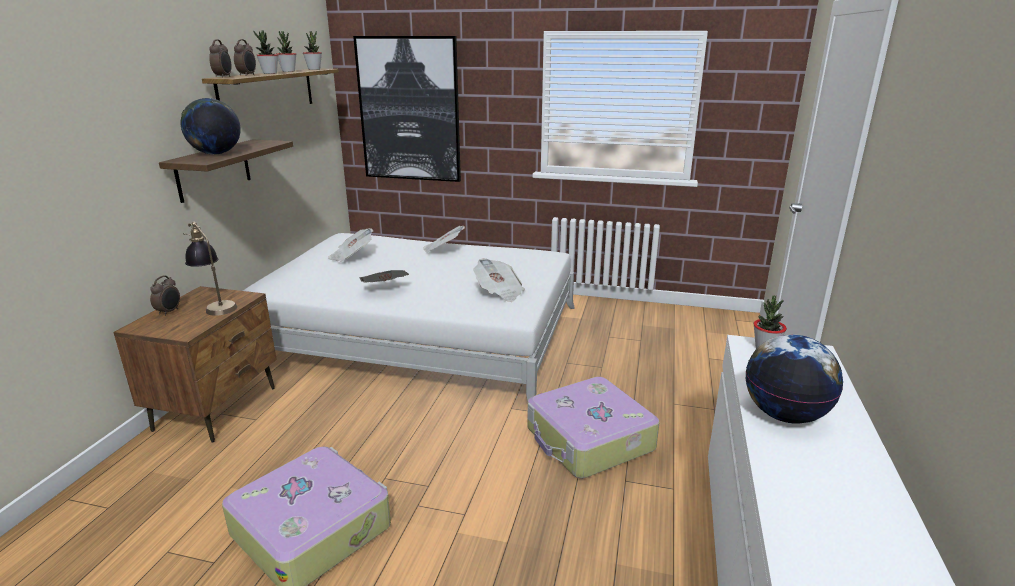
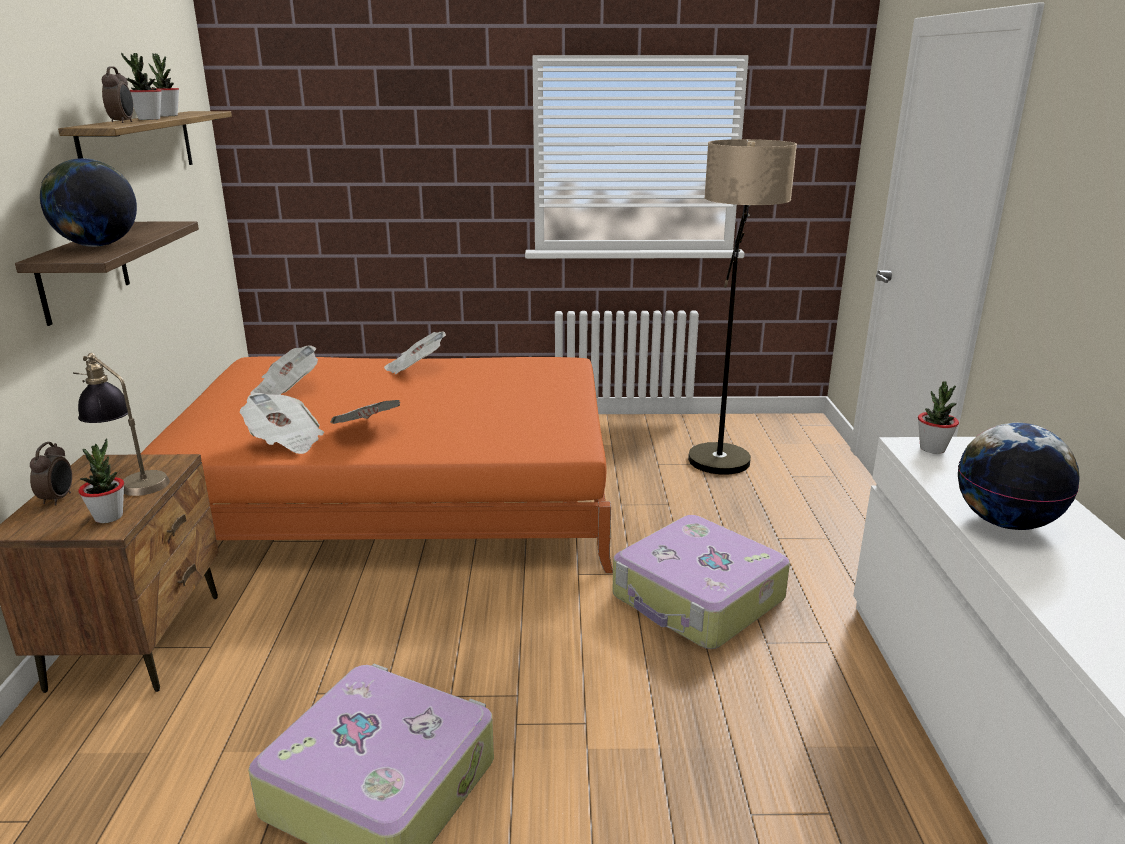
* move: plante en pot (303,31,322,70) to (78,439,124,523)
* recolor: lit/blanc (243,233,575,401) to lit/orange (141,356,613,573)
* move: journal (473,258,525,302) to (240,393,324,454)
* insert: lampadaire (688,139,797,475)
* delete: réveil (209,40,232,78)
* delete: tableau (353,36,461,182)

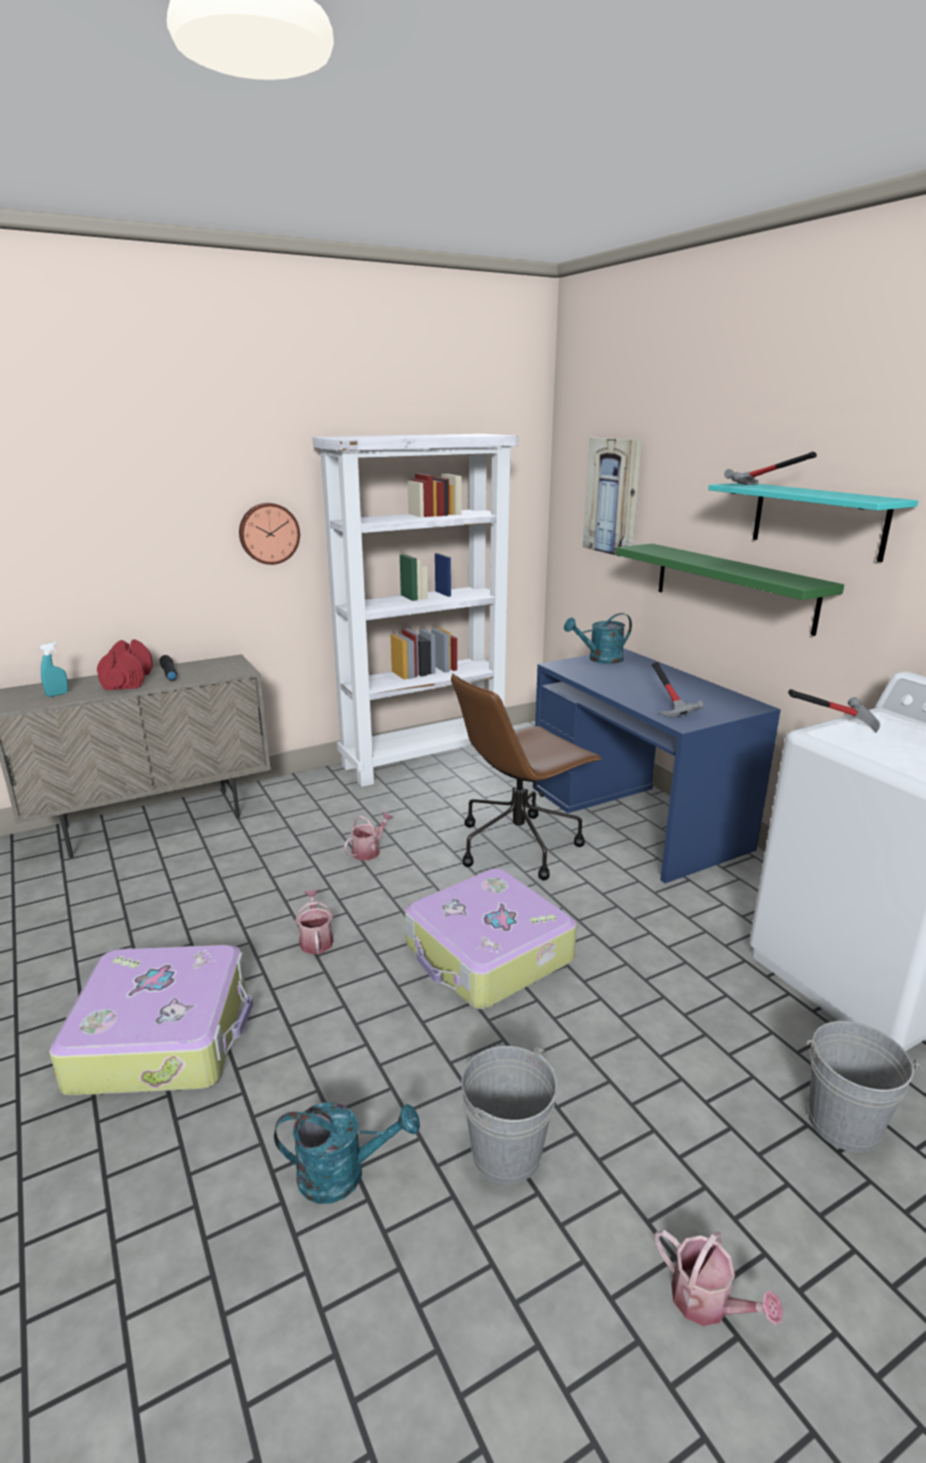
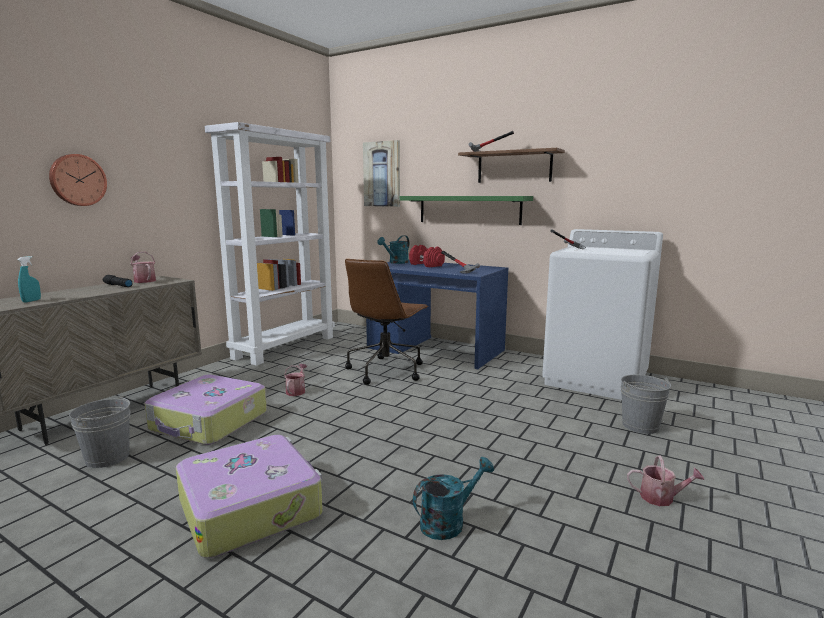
* move: horloge murale (239,503,300,565) to (49,154,107,206)
* move: seau/gris (462,1046,557,1184) to (69,395,130,468)
* move: arrosoir (295,889,334,954) to (131,252,156,283)
* move: valise (405,868,577,1009) to (144,374,267,445)
* move: haltère/rouge (97,639,153,690) to (409,245,445,267)
* recolor: étagère/turquoise (708,483,918,562) to étagère/marron (458,148,565,183)

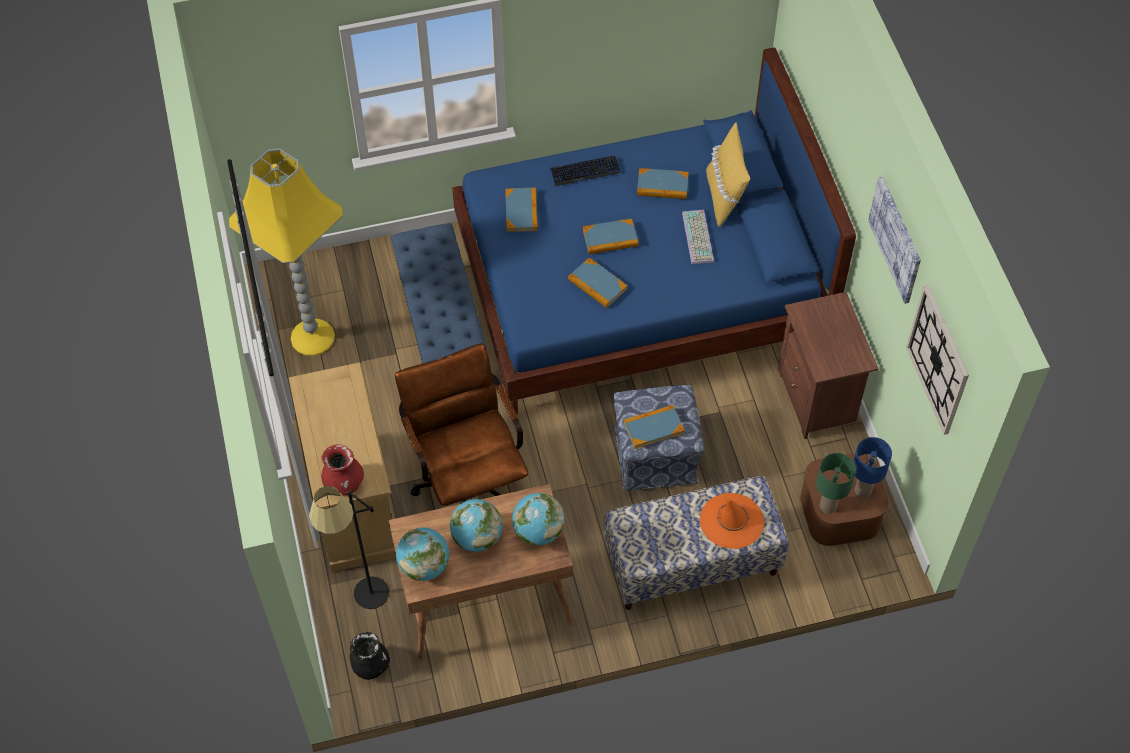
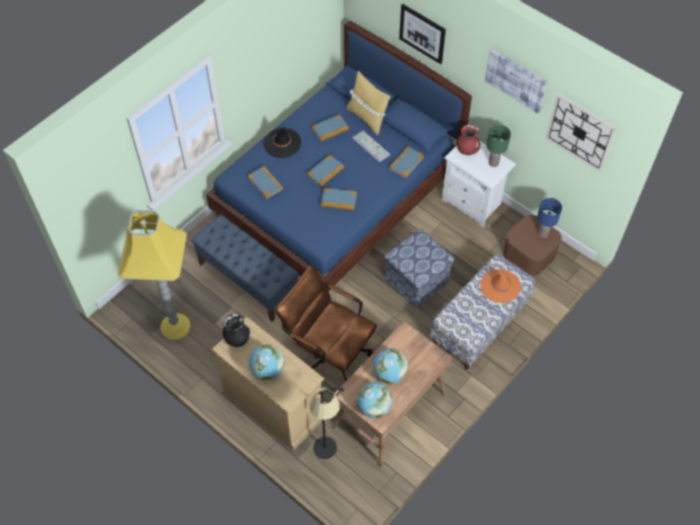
* move: vase/noir (350,632,390,680) to (223,314,250,347)
* move: globe (512,493,565,545) to (249,344,284,380)
* replace: clavier (550,156,620,186) to chapeau/noir (264,127,301,158)
* move: livre (623,405,684,449) to (389,146,424,178)
* insert: tableau (399,3,446,64)
* recolor: table de chevet/marron (778,292,879,439) to table de chevet/blanc (442,141,516,227)
* move: vase/rouge (321,444,364,495) to (457,124,480,155)
* move: lampe de table/vert (816,453,856,513) to (486,125,511,167)

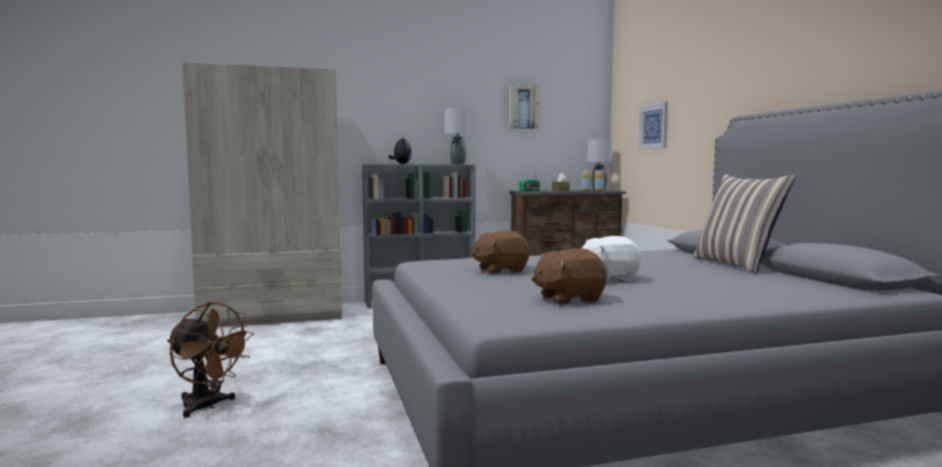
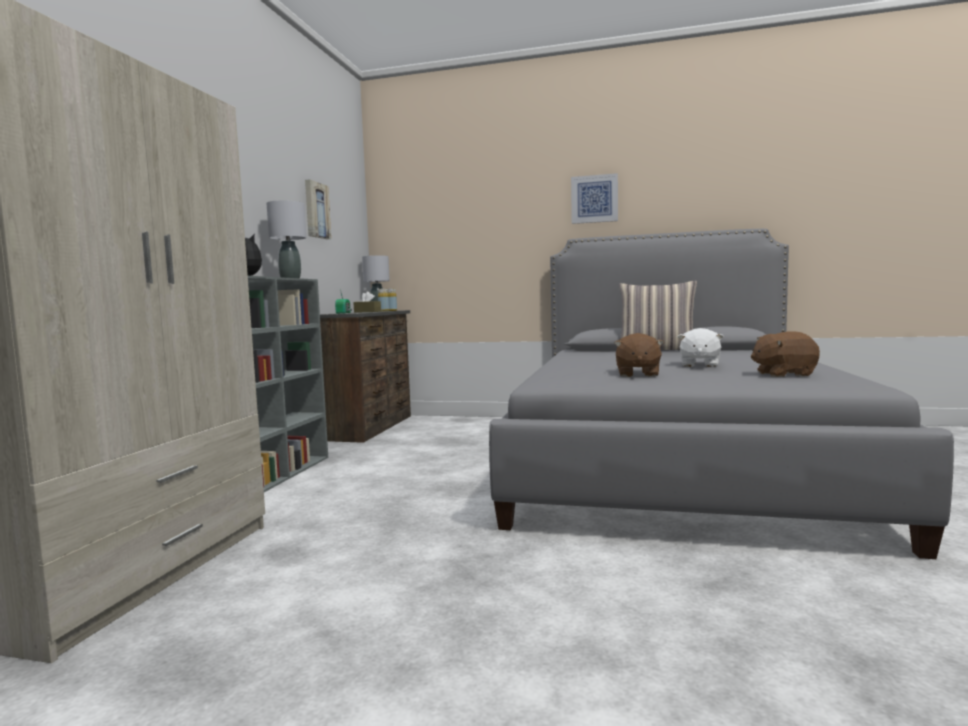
* move: tableau (638,102,668,149) to (571,173,618,224)
* rotate: peluche/marron (531,248,607,305) = (751,331,820,377) 75 degrees clockwise
* delete: ventilateur/marron (167,302,254,418)

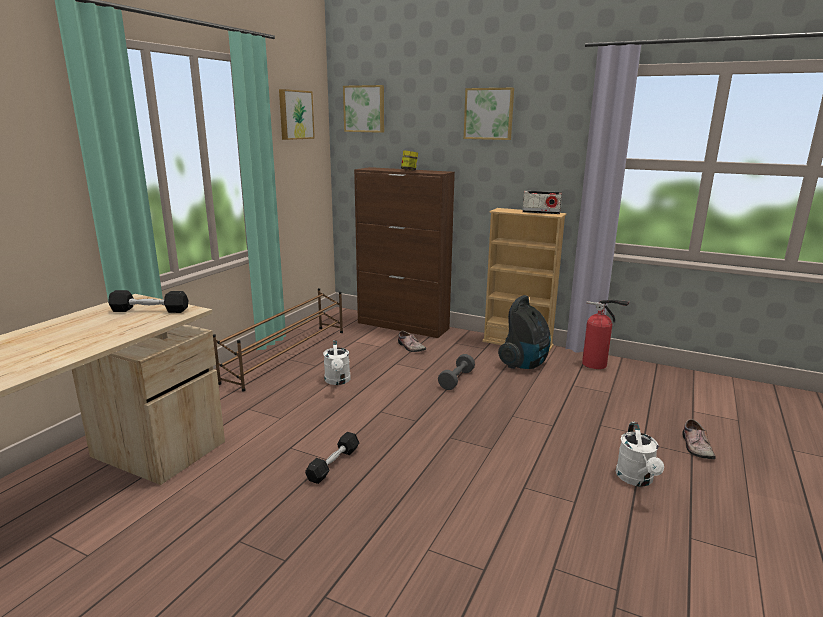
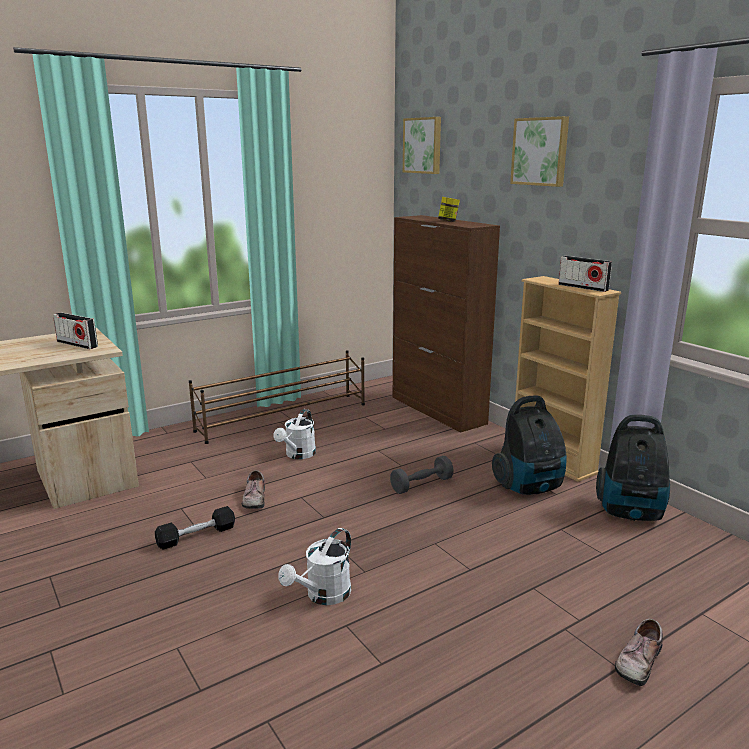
* replace: haltère/noir (108,290,188,313) to radio (53,312,98,349)
* move: chaussure (398,331,426,352) to (242,470,265,509)
* move: arrosoir/blanc (616,422,664,486) to (278,528,351,605)
* replace: extincteur (582,300,629,369) to aspirateur (596,415,670,521)
* delete: tableau (279,89,315,140)

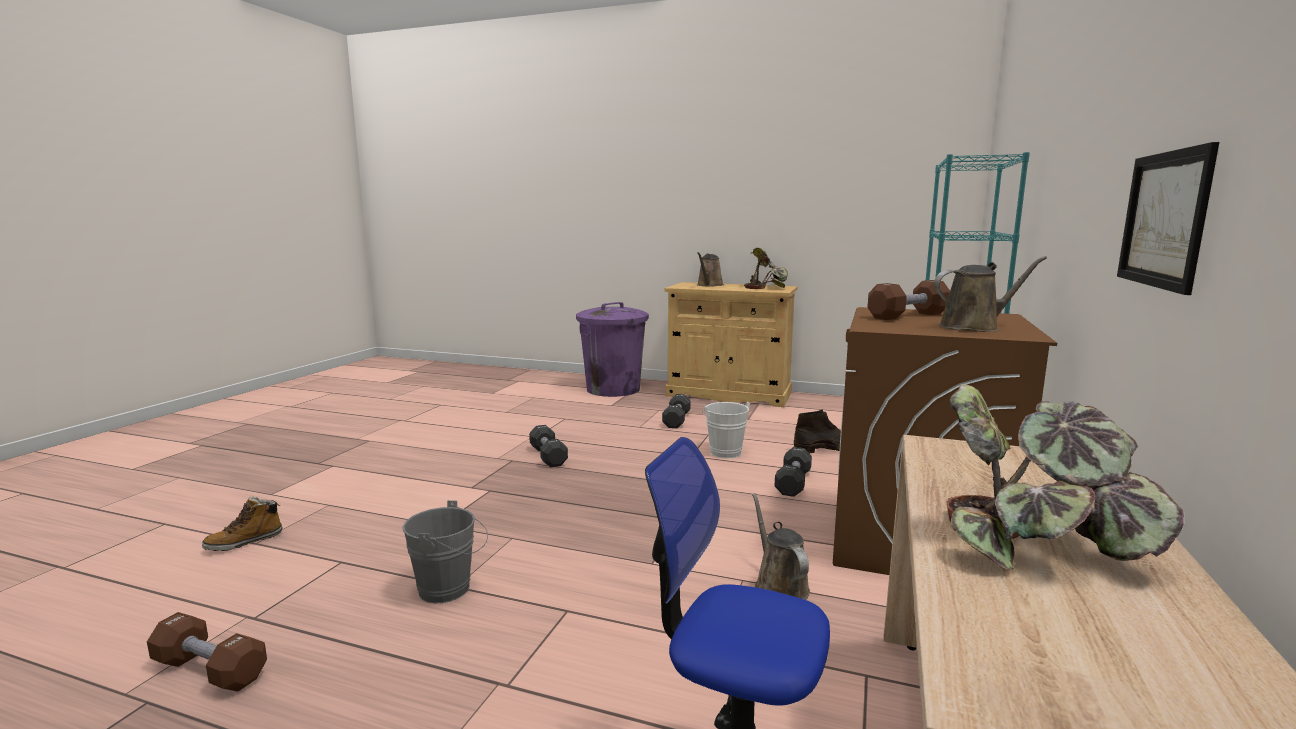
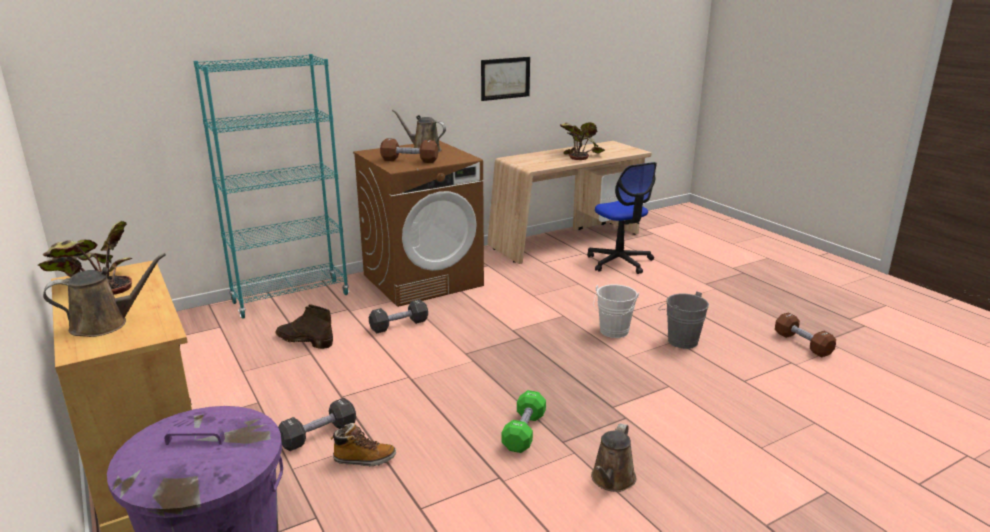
* move: botte (202,496,282,551) to (331,423,396,466)
* recolor: haltère/noir (529,425,568,467) to haltère/vert (501,390,546,453)
* move: arrosoir/marron (752,493,810,600) to (591,423,636,492)
* move: seau/blanc (702,402,750,458) to (594,284,639,338)

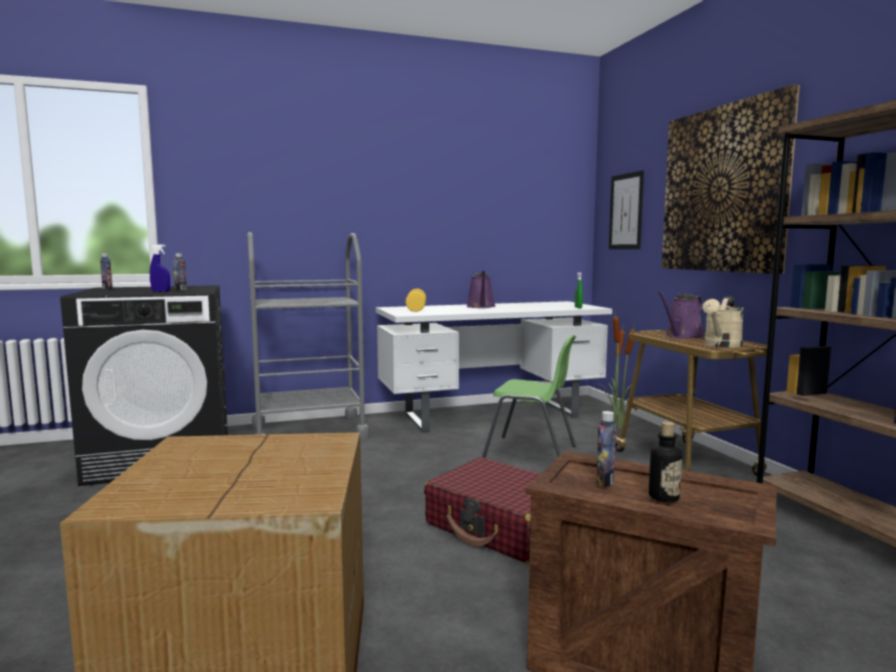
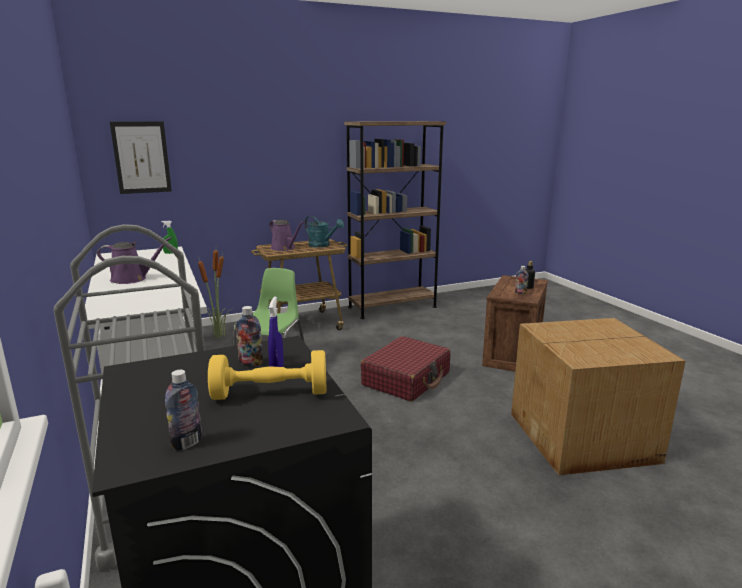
* move: haltère/jaune (406,289,426,312) to (208,350,326,400)
* recolor: arrosoir/beige (703,296,744,348) to arrosoir/turquoise (305,216,344,248)
* delete: tableau (662,84,800,274)

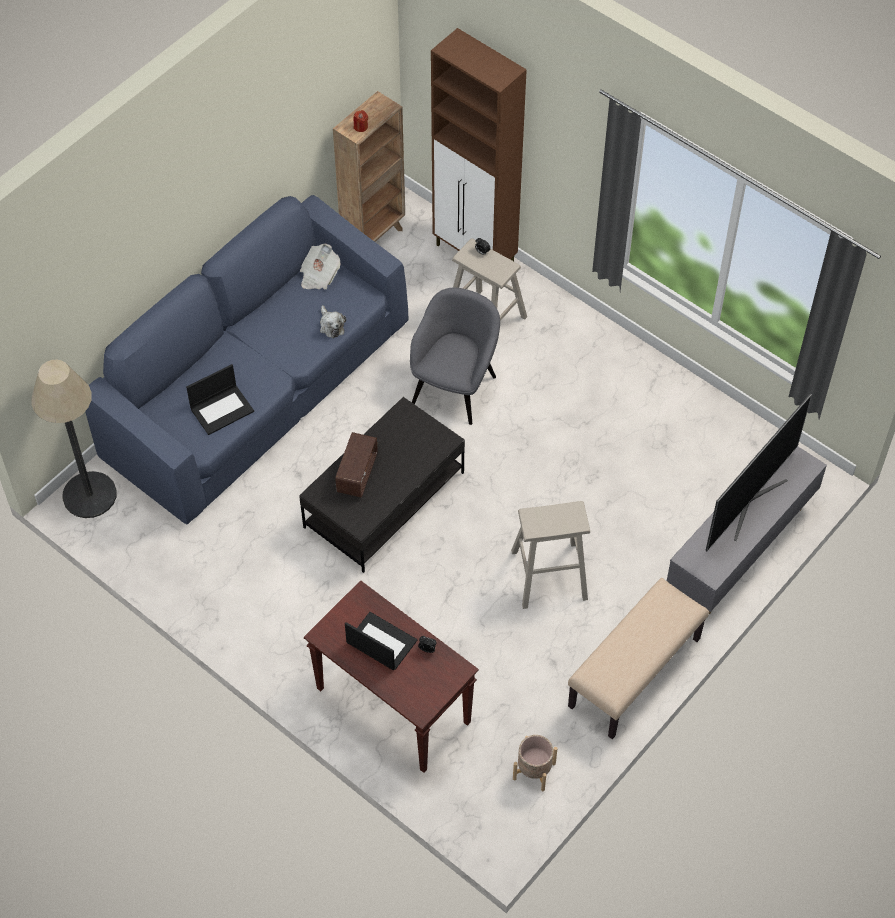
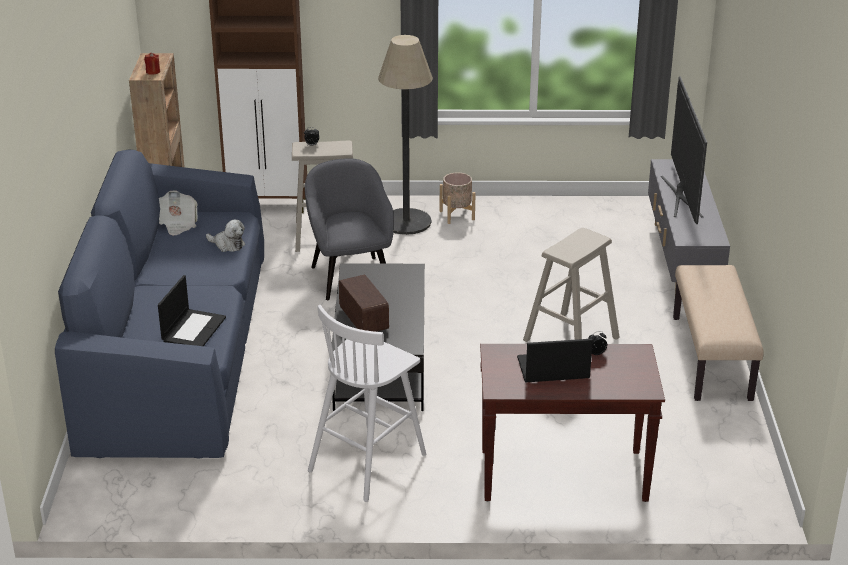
* insert: tabouret/blanc (308,305,426,502)
* move: lampadaire (31,360,117,518) to (378,35,433,235)
* move: cache-pot/beige (513,735,558,791) to (440,173,476,224)

